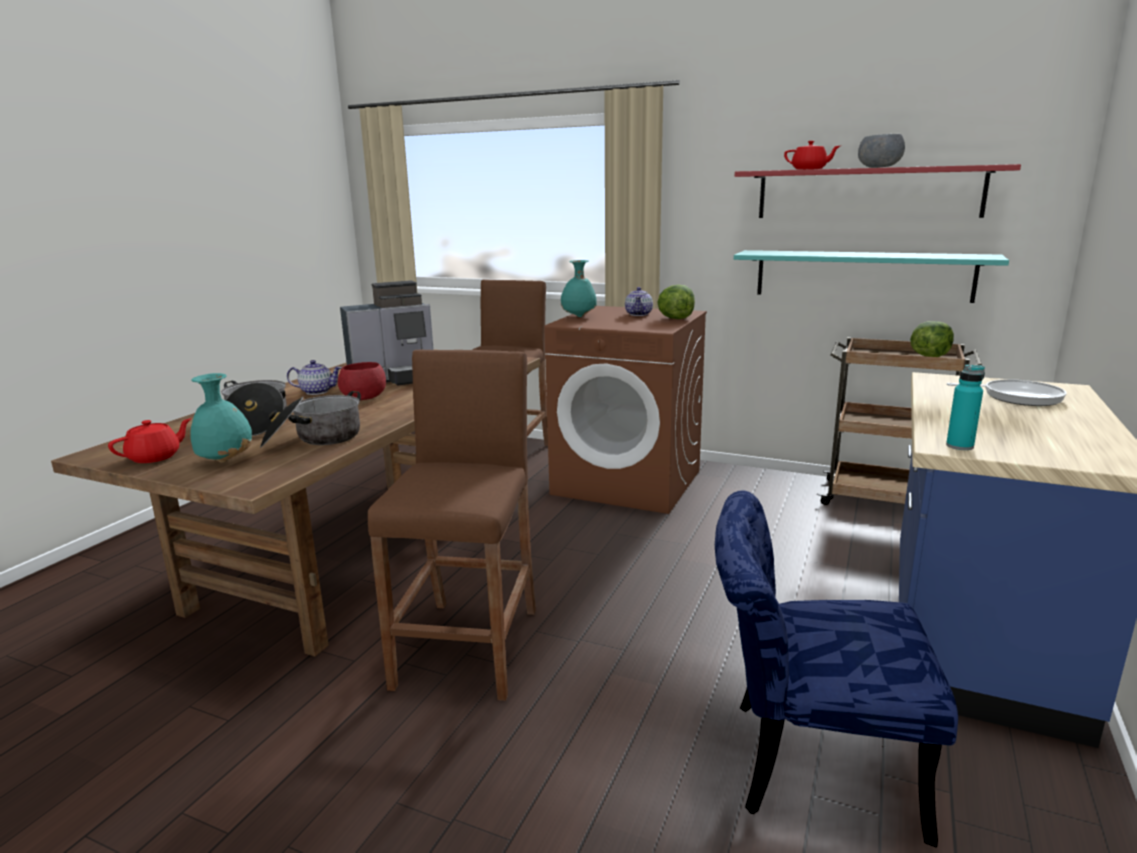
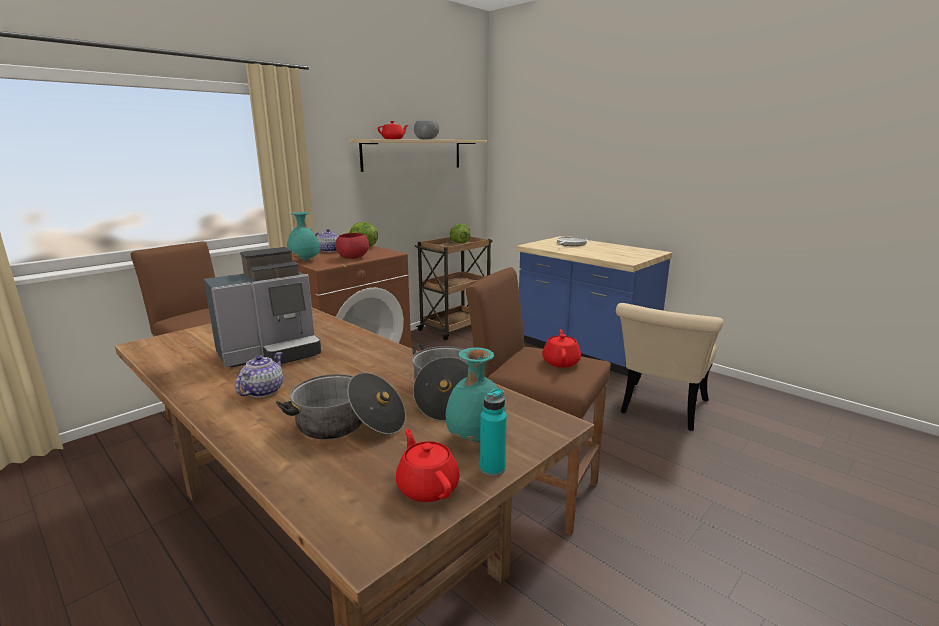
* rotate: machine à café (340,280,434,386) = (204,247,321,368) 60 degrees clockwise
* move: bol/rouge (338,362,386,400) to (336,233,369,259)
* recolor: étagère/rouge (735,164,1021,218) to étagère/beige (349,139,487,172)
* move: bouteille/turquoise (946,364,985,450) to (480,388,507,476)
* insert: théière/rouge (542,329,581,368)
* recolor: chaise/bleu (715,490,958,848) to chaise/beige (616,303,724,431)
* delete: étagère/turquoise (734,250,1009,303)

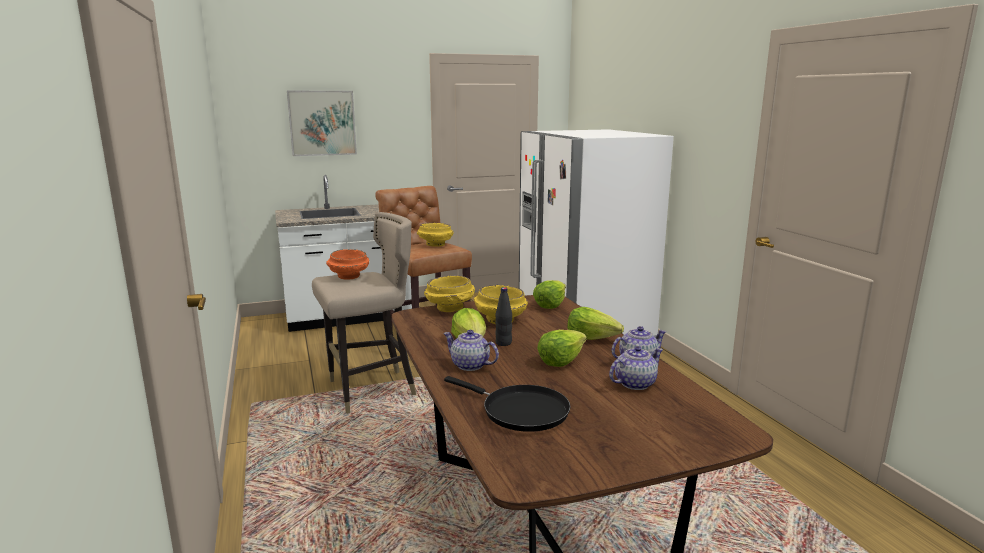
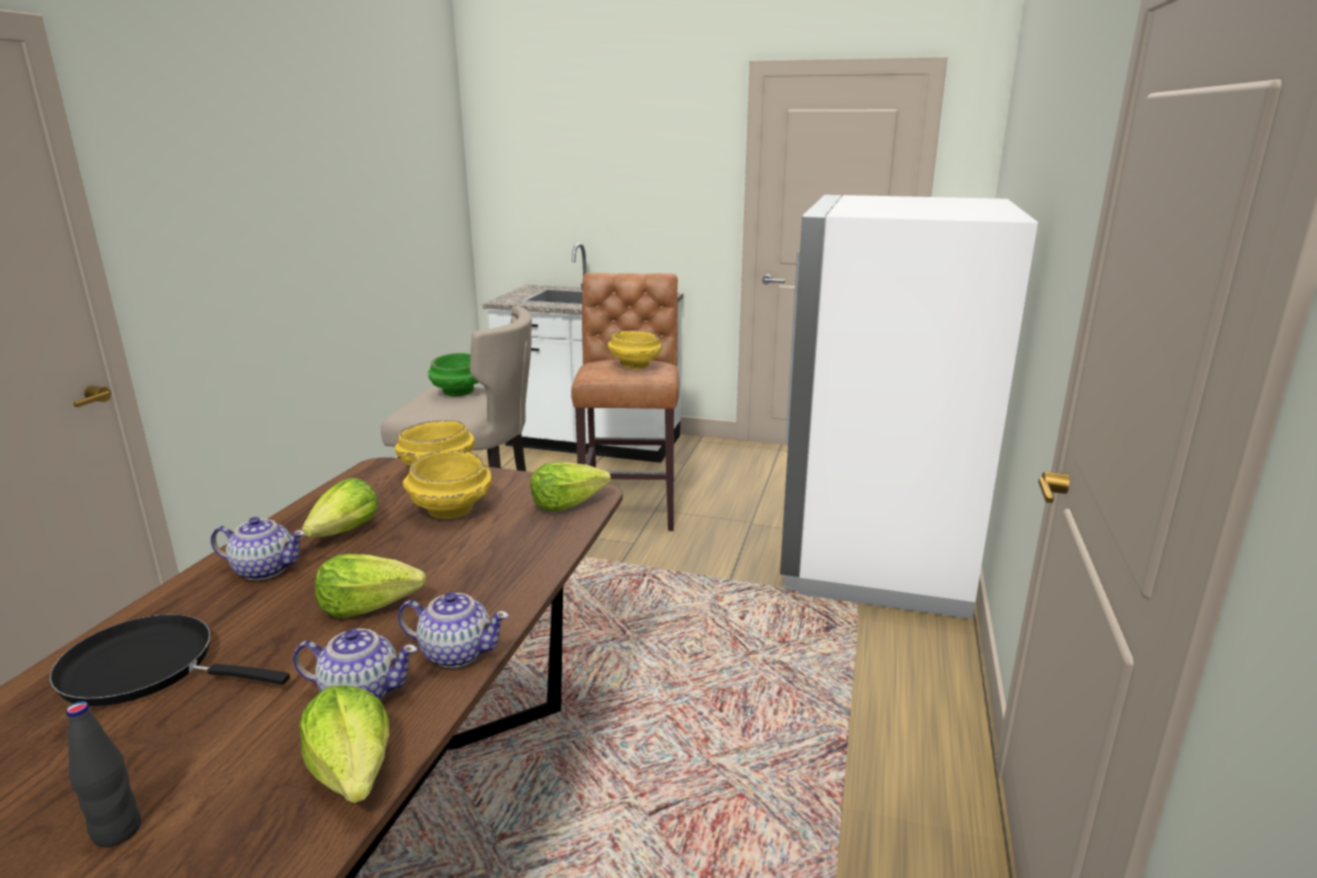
* rotate: poêle/noir (444,376,571,432) = (49,614,290,706) 120 degrees clockwise
* move: bouteille/noir (495,287,512,346) to (66,701,141,847)
* rotate: théière (443,330,499,371) = (211,517,306,580) 120 degrees clockwise
* move: laitue (567,307,624,340) to (300,685,389,803)
* recolor: bol/orange (326,249,369,279) to bol/vert (428,353,479,396)
* delete: tableau (287,91,357,156)

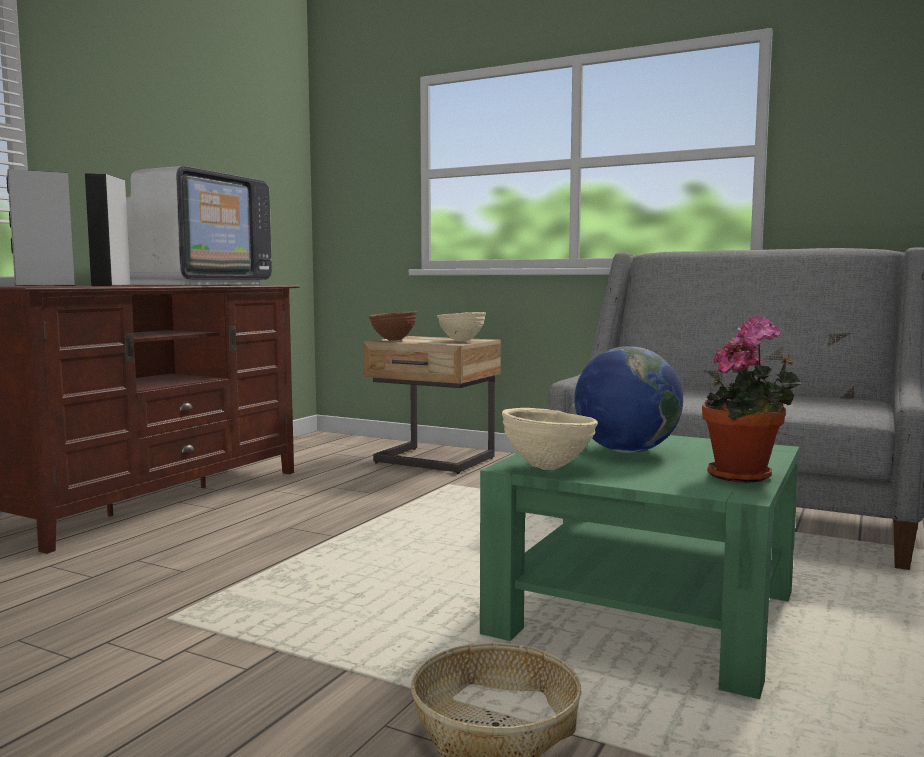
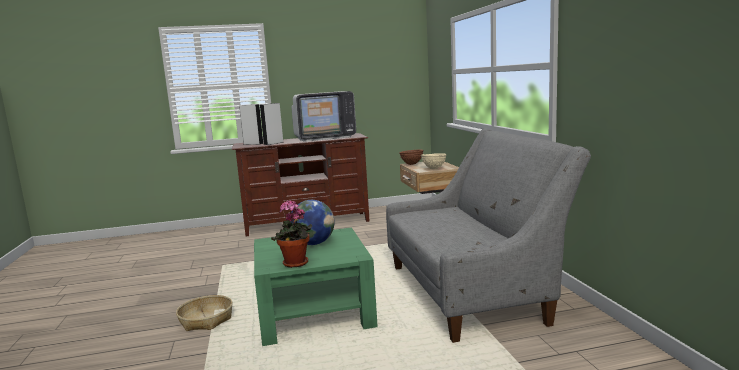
* delete: bol/beige (502,408,598,470)

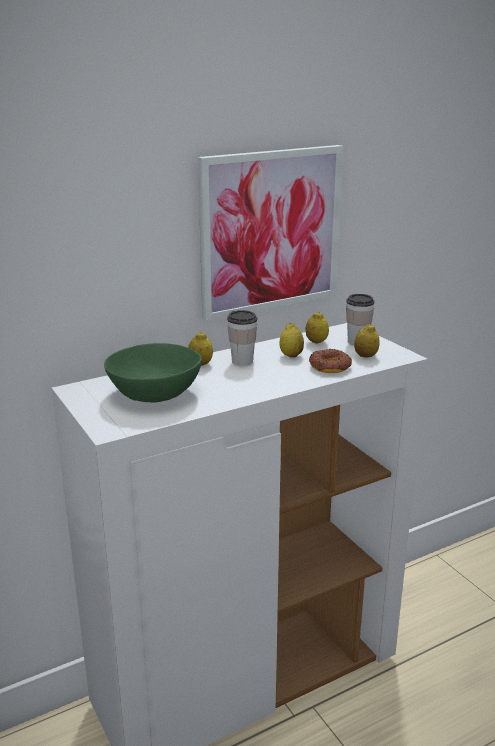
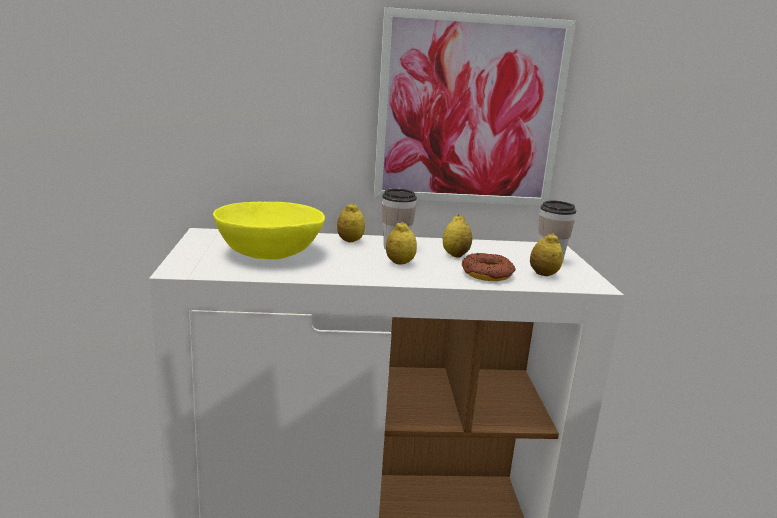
* recolor: bol/vert (104,343,202,402) to bol/jaune (213,202,325,259)
* move: citron (306,312,329,344) to (386,222,417,265)

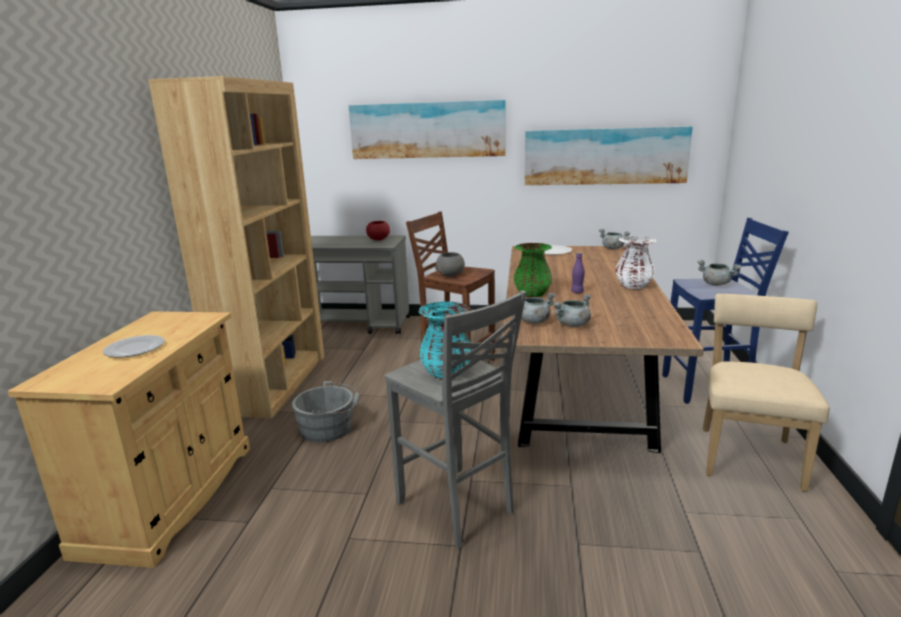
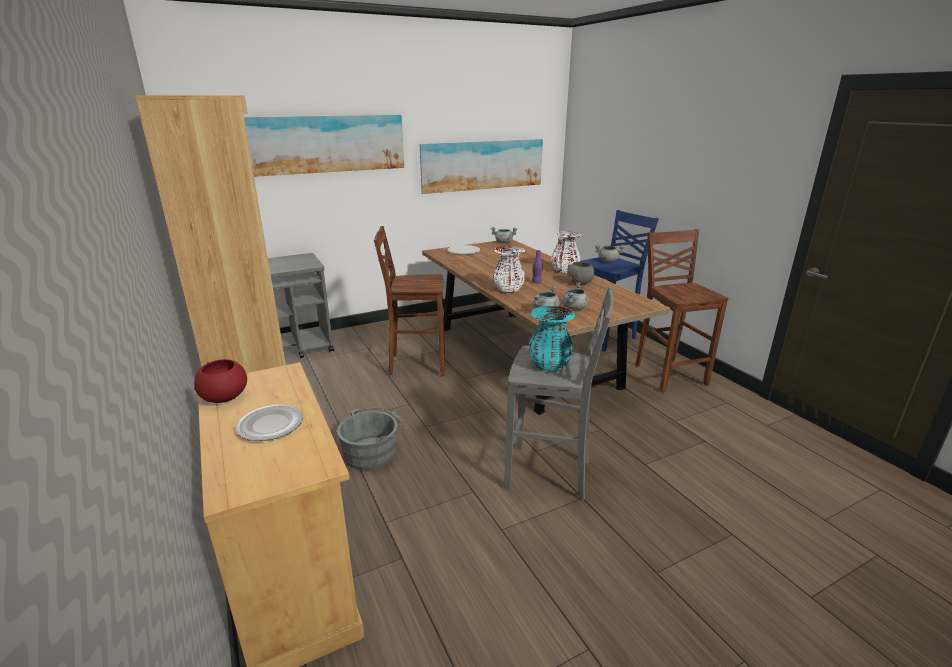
* move: bol/rouge (366,221,390,240) to (194,359,247,403)
* recolor: vase/vert (514,243,552,297) to vase/blanc (493,246,525,293)
* move: bol/gris (435,252,465,277) to (567,262,595,285)
* replace: chaise/beige (703,294,830,492) to tabouret/marron (635,229,728,392)

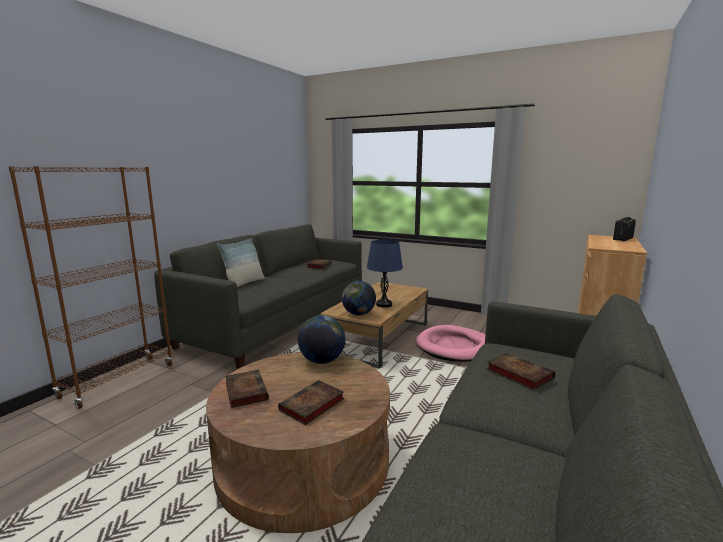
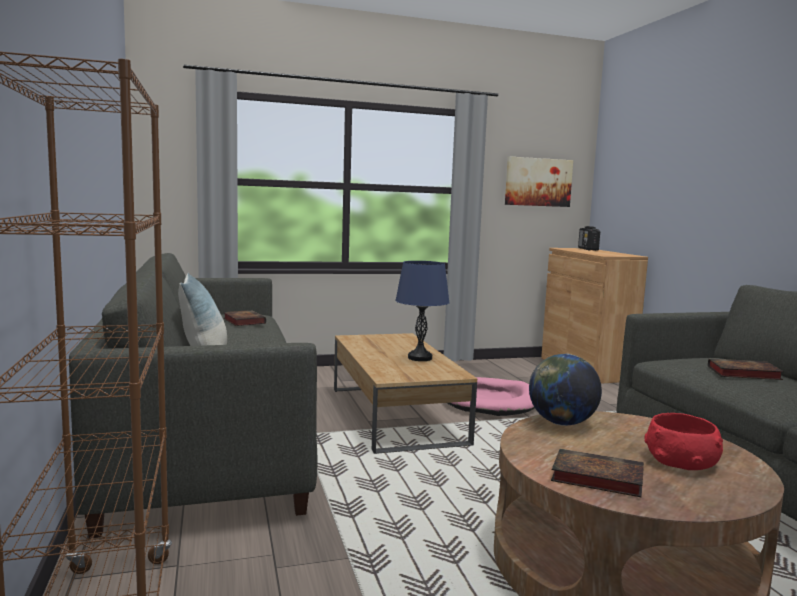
* insert: tableau (505,156,573,207)
* replace: livre (278,380,344,425) to bol/rouge (645,413,723,470)
* delete: globe (342,281,376,316)

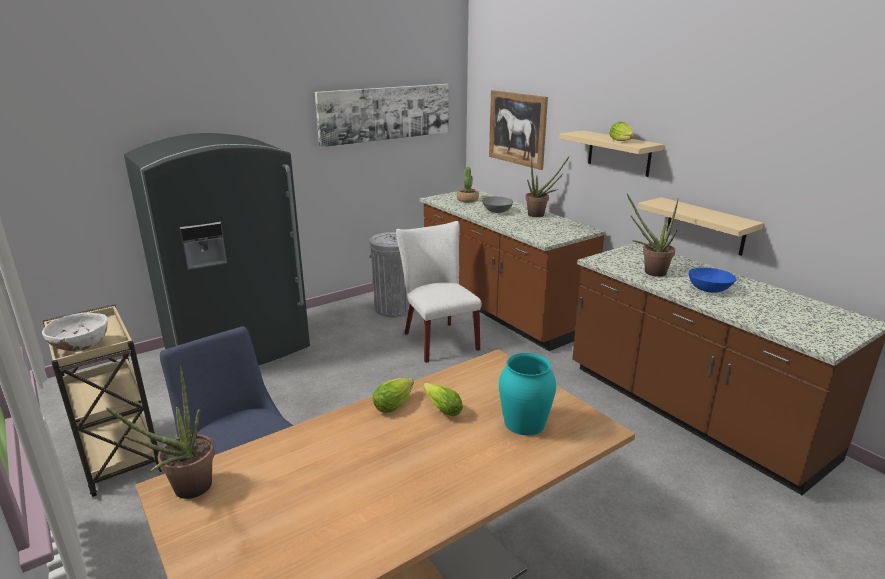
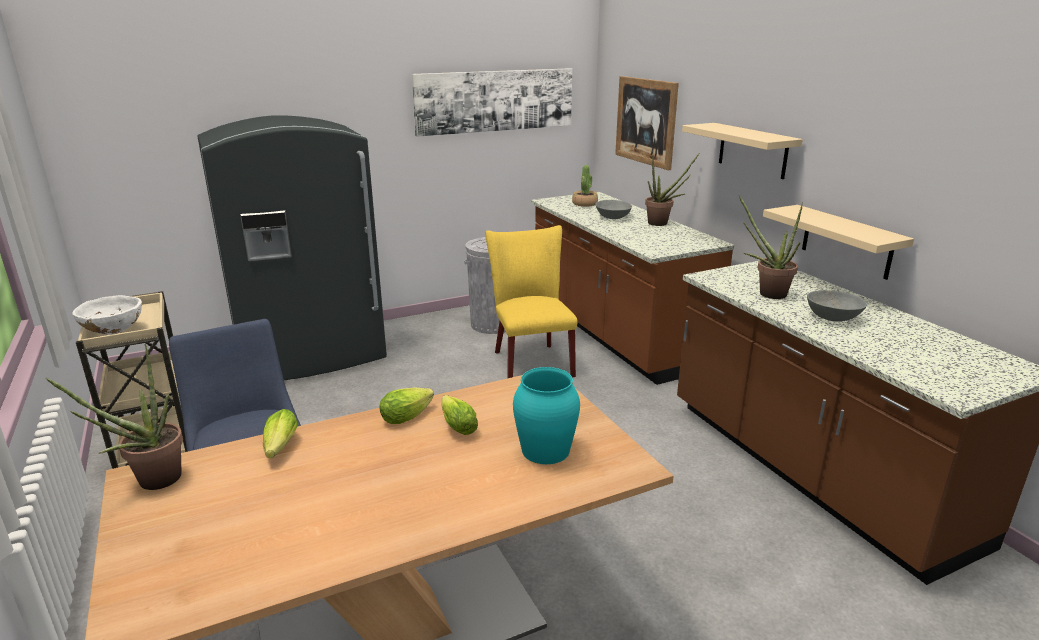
* move: laitue (609,121,635,141) to (263,409,298,458)
* recolor: chaise/blanc (396,221,482,363) to chaise/jaune (486,225,578,378)
* recolor: bol/bleu (688,267,736,293) to bol/gris (807,290,867,322)

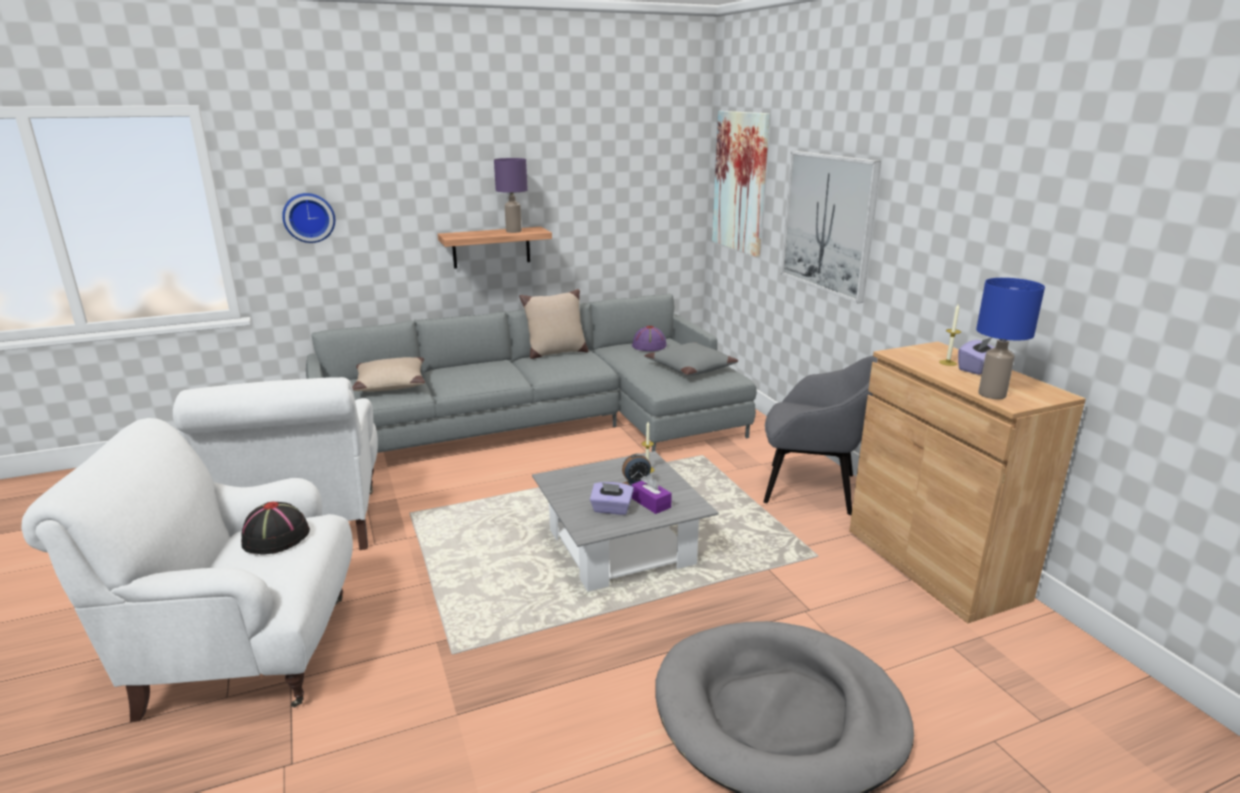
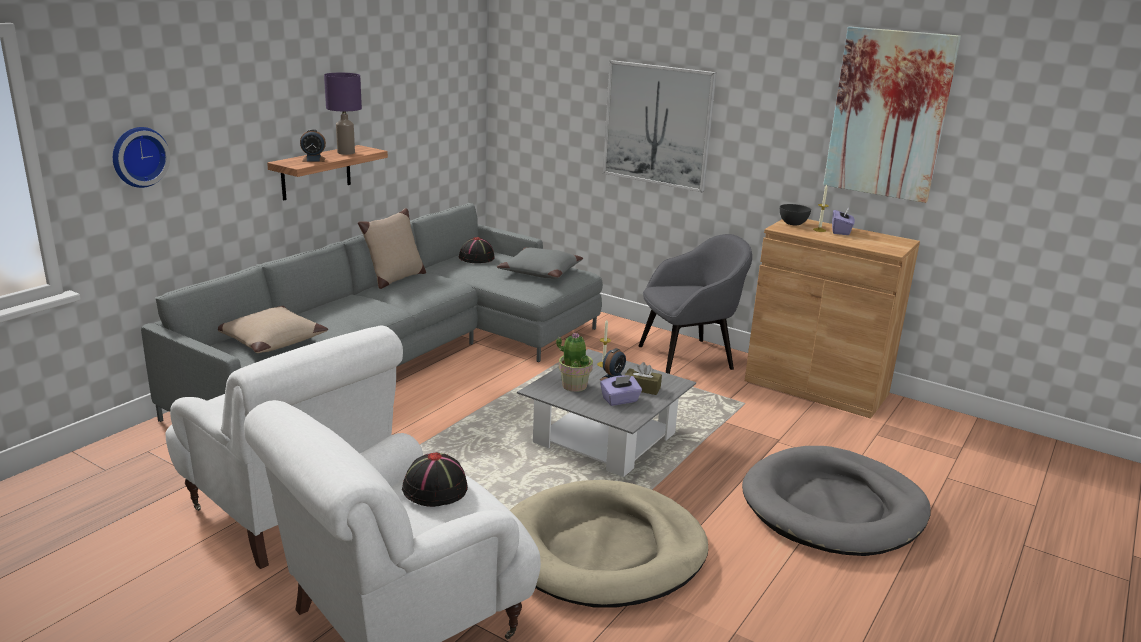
* insert: réveil (300,129,326,162)
* recolor: chapeau/violet (632,326,667,351) to chapeau/noir (459,237,495,263)
* insert: panier pour chien/beige (510,480,708,608)
* insert: plante en pot (556,332,593,392)
* recolor: boîte à mouchoirs/violet (632,474,672,514) to boîte à mouchoirs/marron (625,362,662,395)
* insert: bol/gris (780,204,811,225)
* move: tableau (712,111,770,257) to (823,27,961,203)
* delete: lampe de table/bleu (976,278,1045,399)

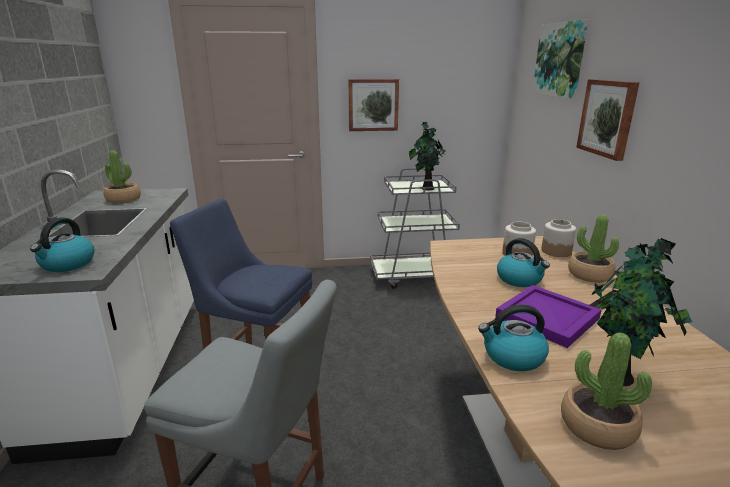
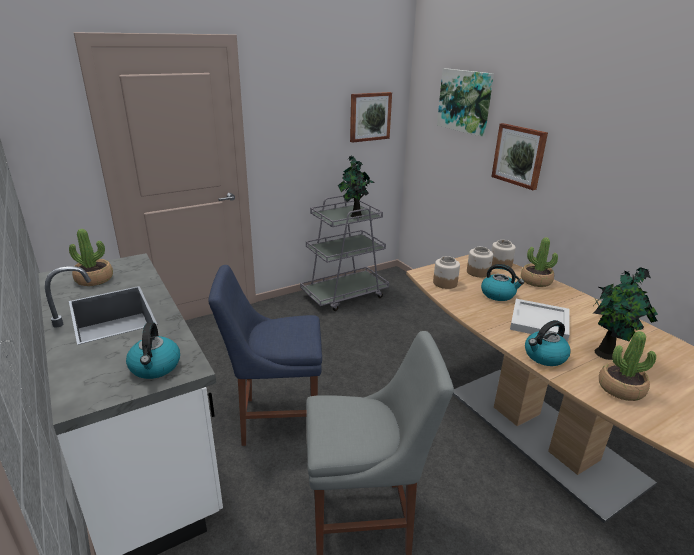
* move: tableau (348,79,399,131) to (350,92,392,143)
* insert: bocal (433,256,460,289)
* recolor: plateau/violet (495,285,602,348) to plateau/blanc (510,299,570,342)

